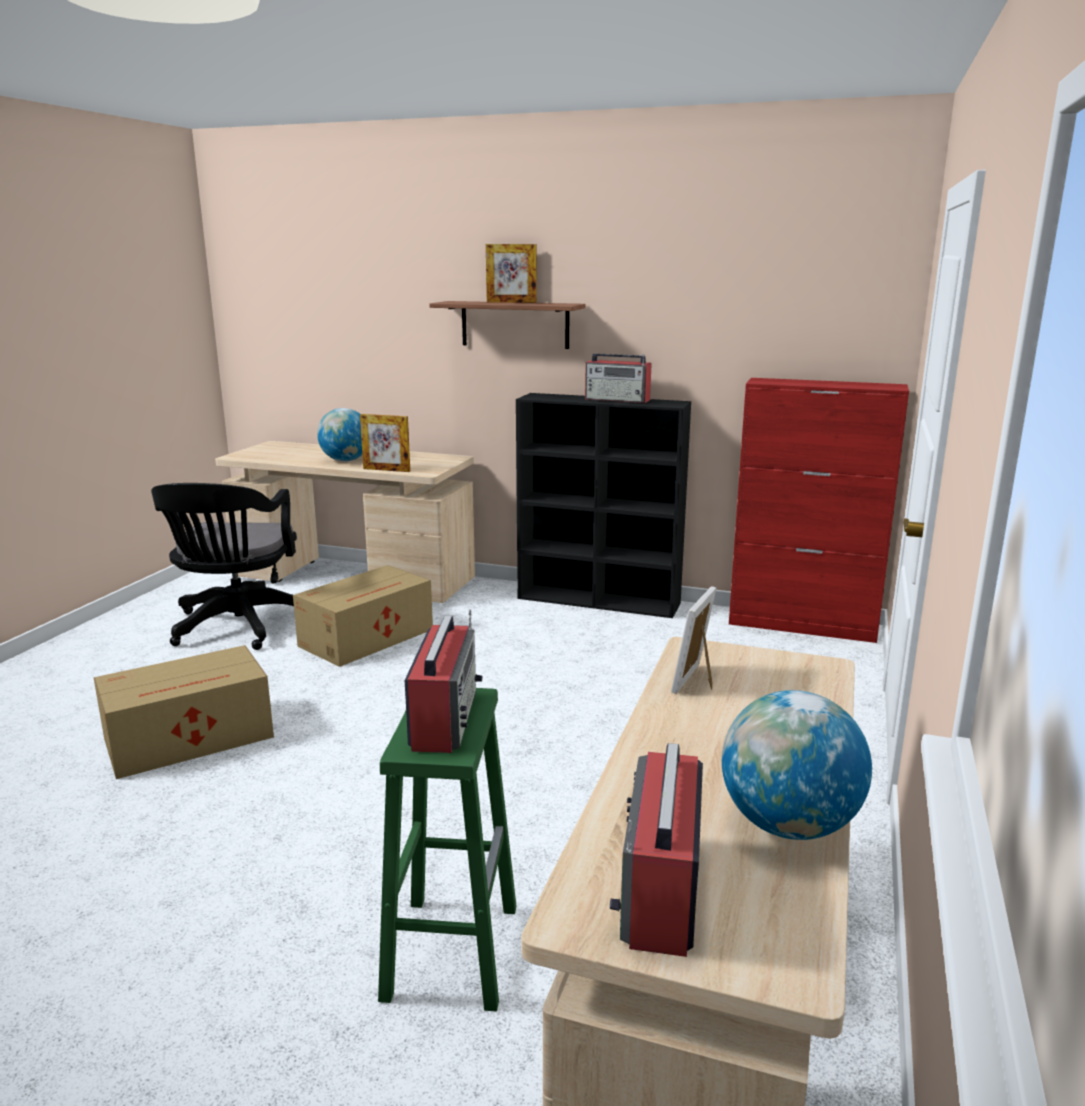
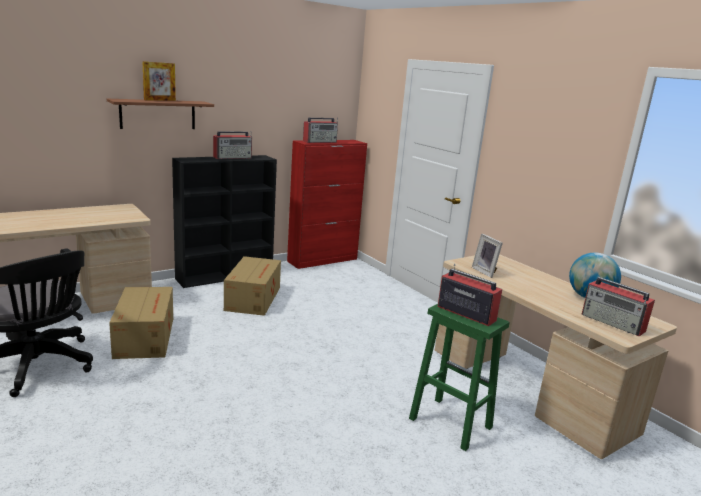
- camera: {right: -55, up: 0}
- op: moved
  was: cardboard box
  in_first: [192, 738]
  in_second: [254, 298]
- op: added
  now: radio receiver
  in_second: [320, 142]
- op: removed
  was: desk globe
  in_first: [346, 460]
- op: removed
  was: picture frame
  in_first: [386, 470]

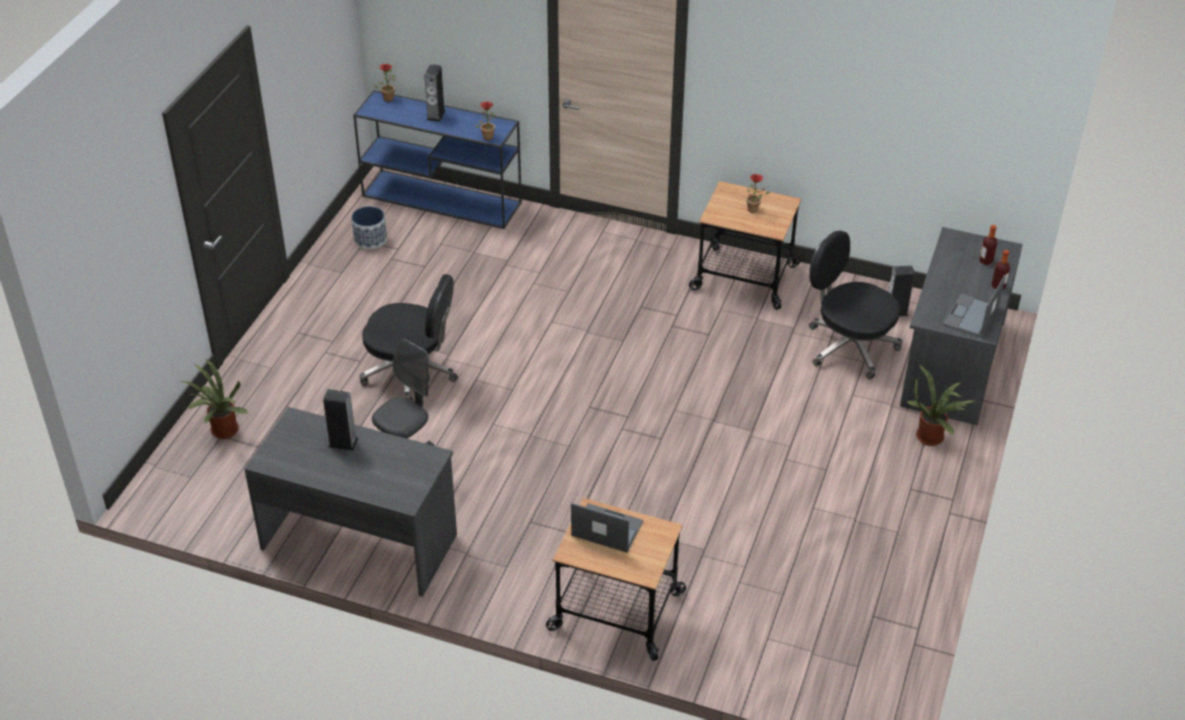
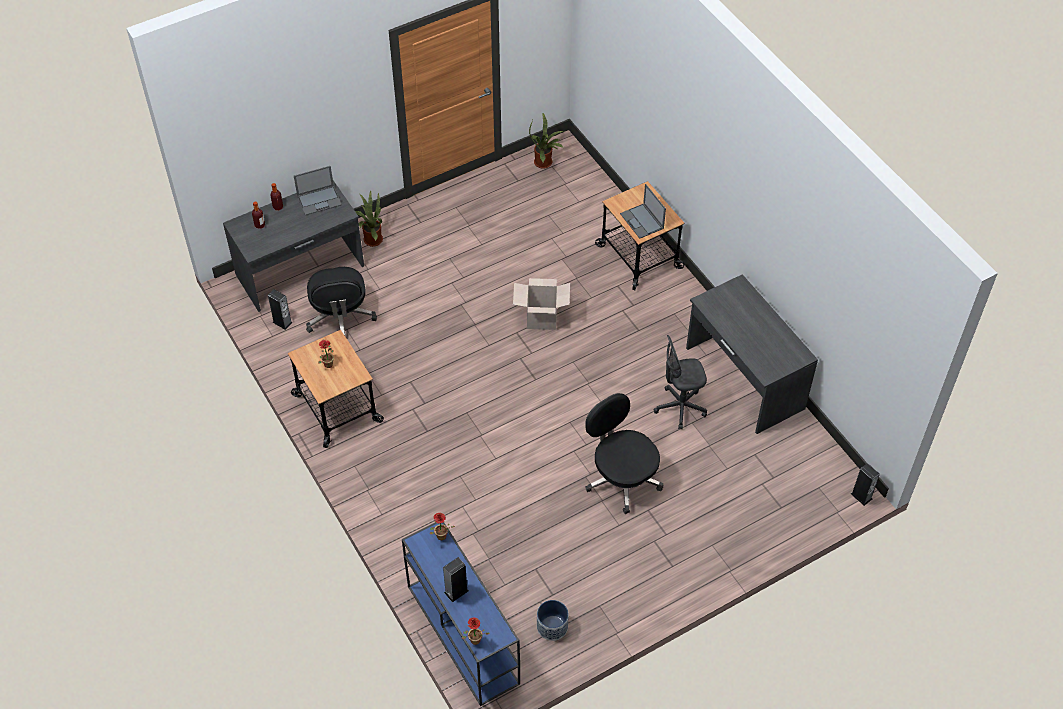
- camera: {right: -140, up: 10}
- op: added
  now: cardboard box
  in_second: [541, 318]
- op: moved
  was: houseplant
  in_first: [222, 432]
  in_second: [545, 163]
- op: moved
  was: loudspeaker
  in_first: [343, 442]
  in_second: [861, 496]

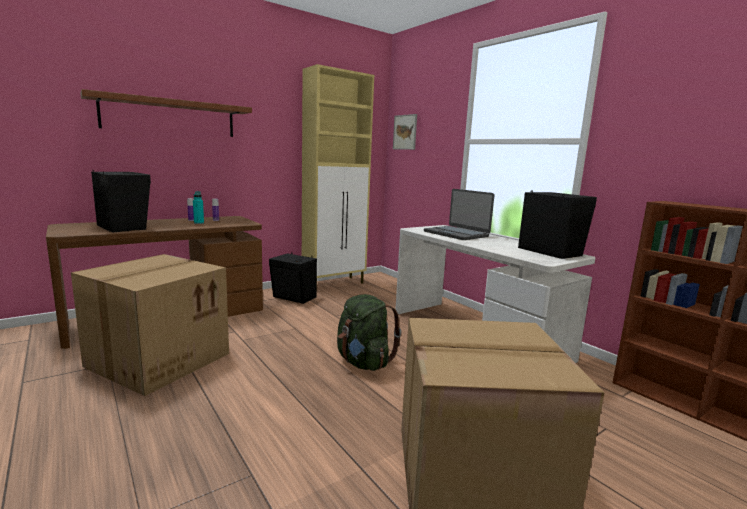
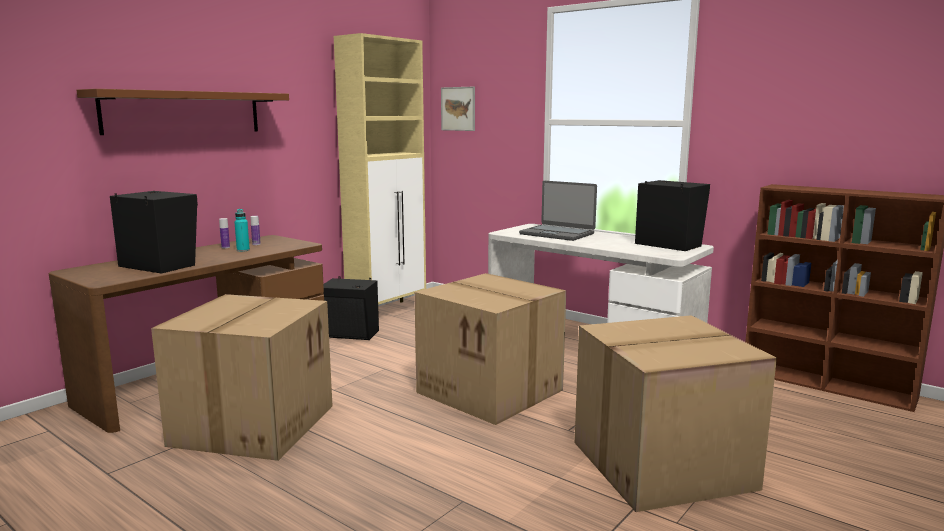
- camera: {right: -15, up: 0}
- op: replaced
  was: rucksack/greenish
  now: cardboard box
  in_first: [363, 362]
  in_second: [492, 391]

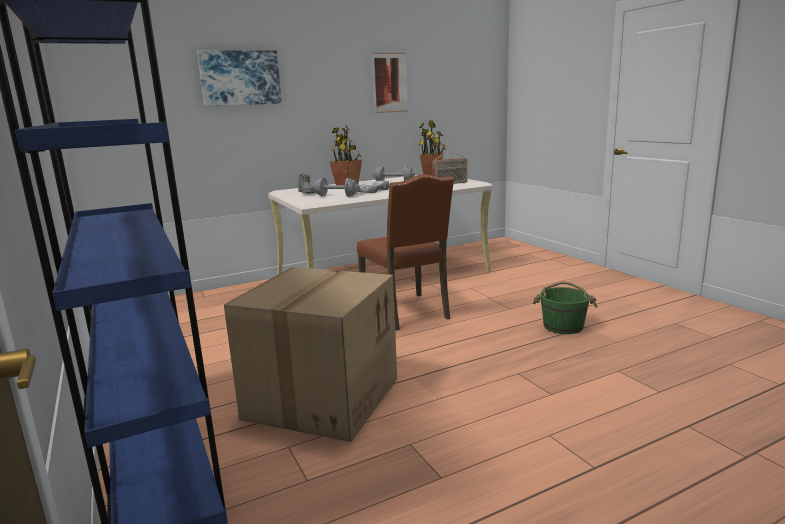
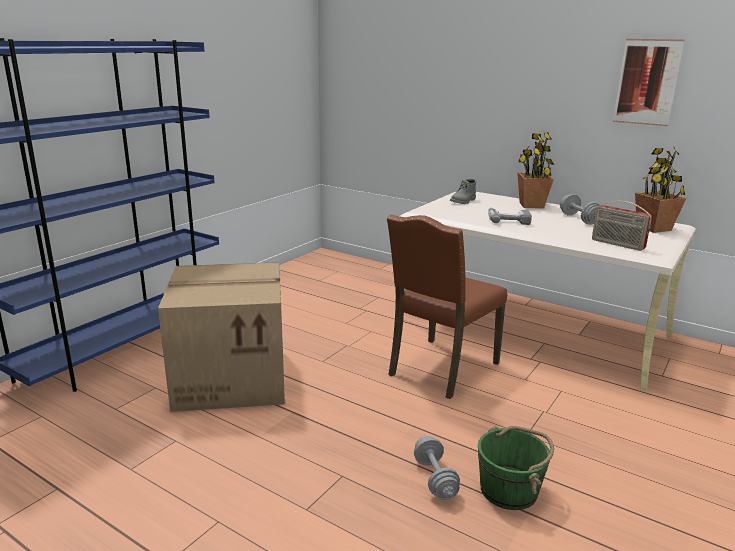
- camera: {right: 60, up: 5}
- op: moved
  was: free weight/gray
  in_first: [336, 196]
  in_second: [435, 479]
- op: removed
  was: wall picture
  in_first: [240, 78]

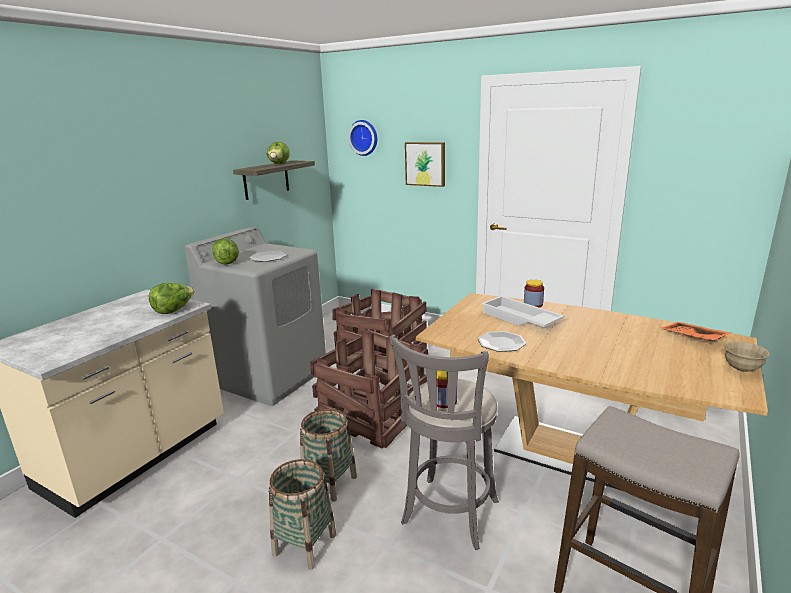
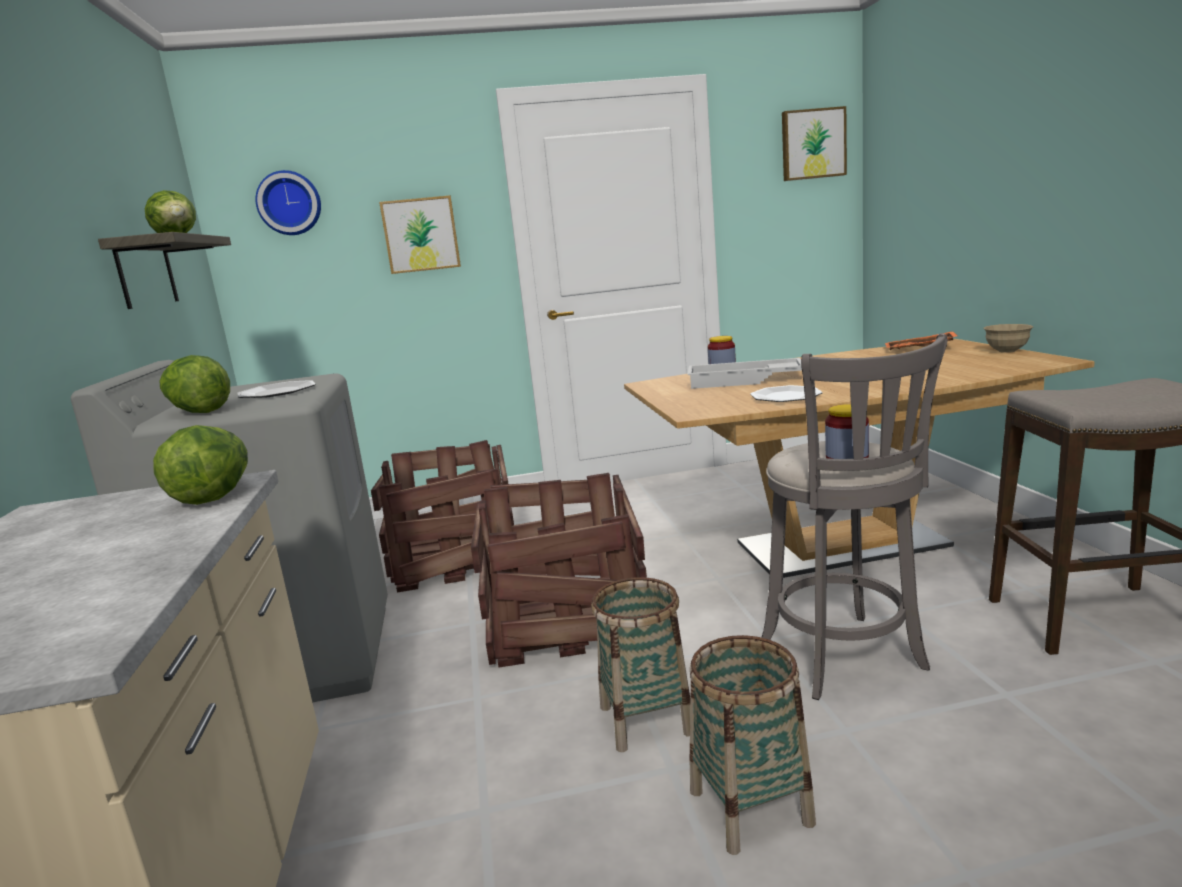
- camera: {right: -40, up: -5}
- op: added
  now: wall picture
  in_second: [812, 144]

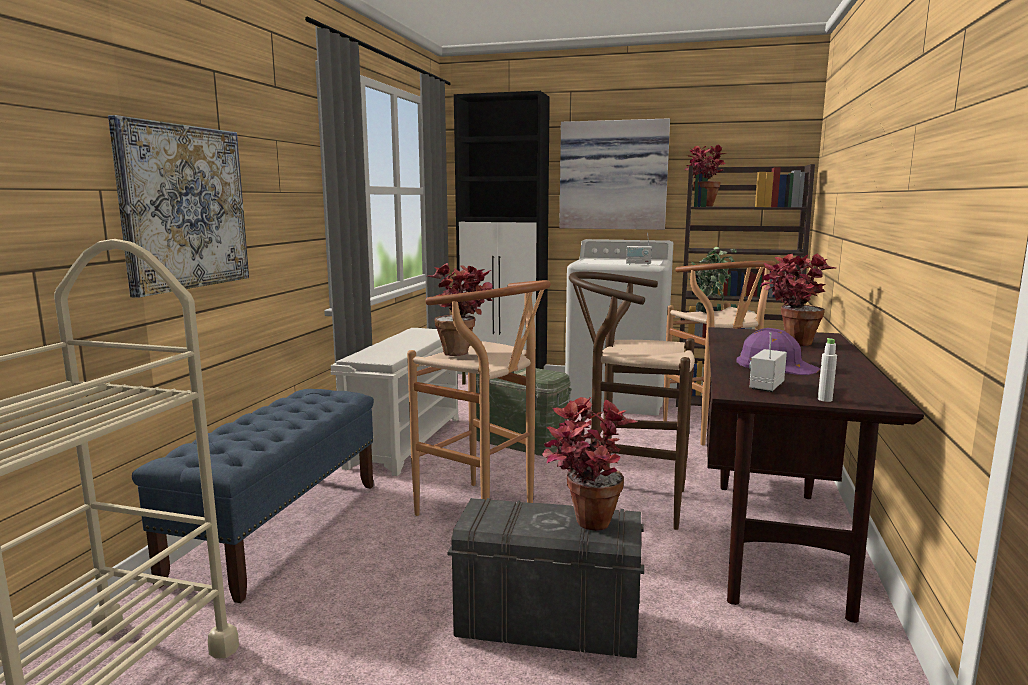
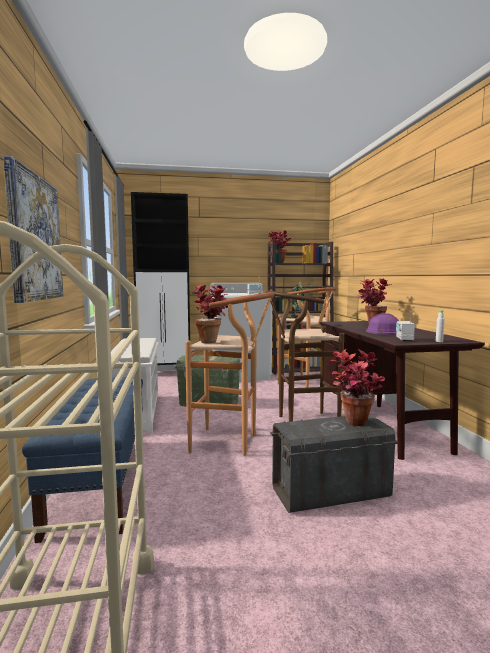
- camera: {right: -25, up: -5}
- op: removed
  was: wall picture
  in_first: [613, 175]

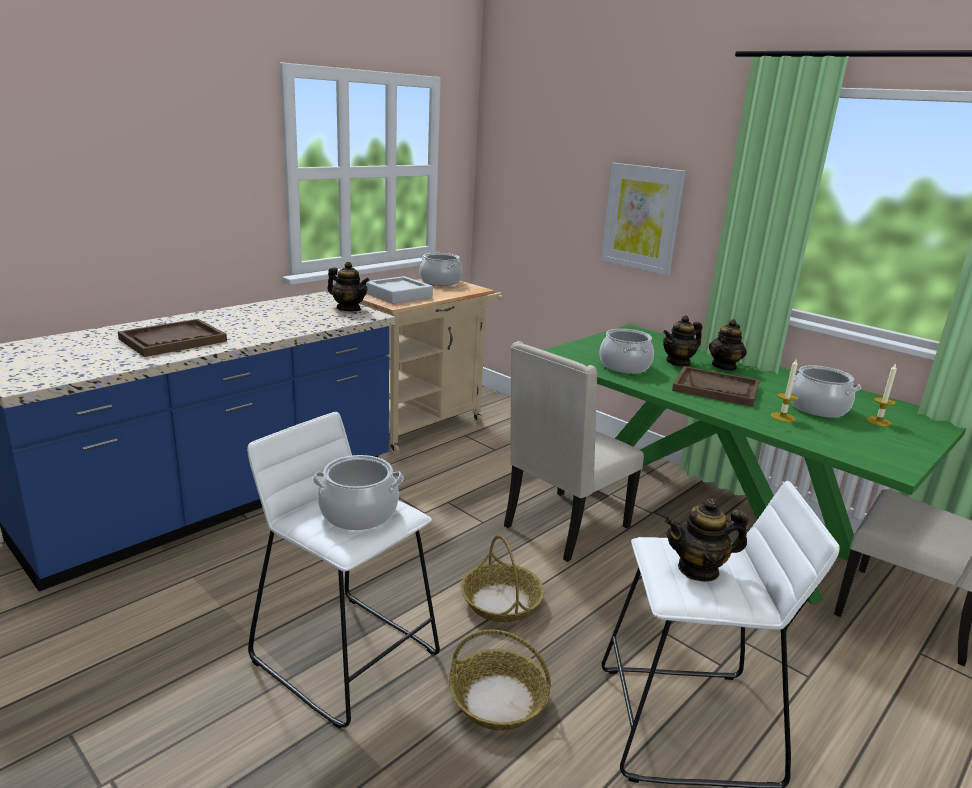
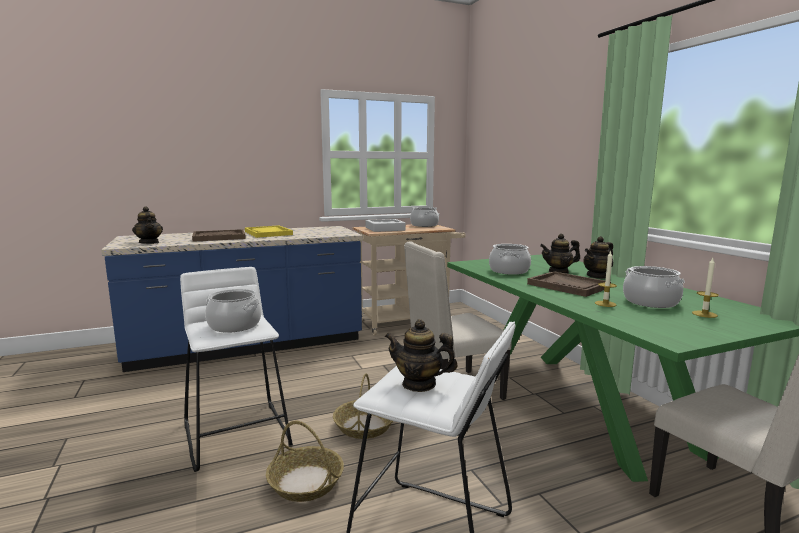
- camera: {right: 25, up: -10}
- op: moved
  was: tea pot
  in_first: [348, 309]
  in_second: [149, 242]
- op: added
  now: tray/yellowish
  in_second: [268, 233]
- op: removed
  was: wall picture
  in_first: [642, 218]

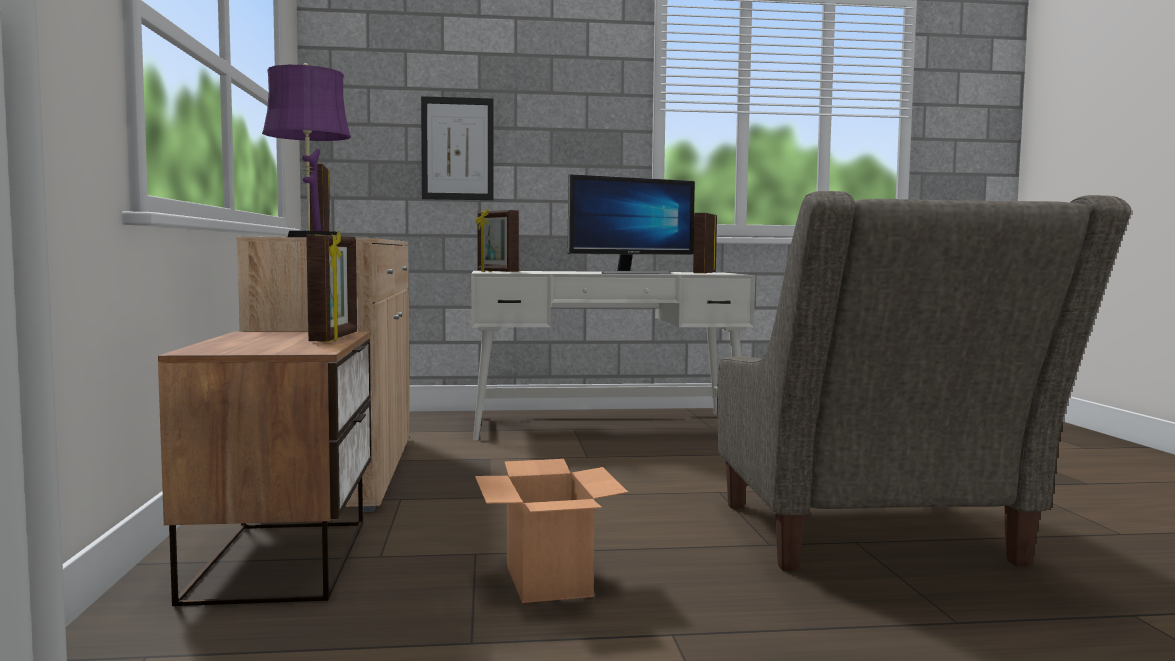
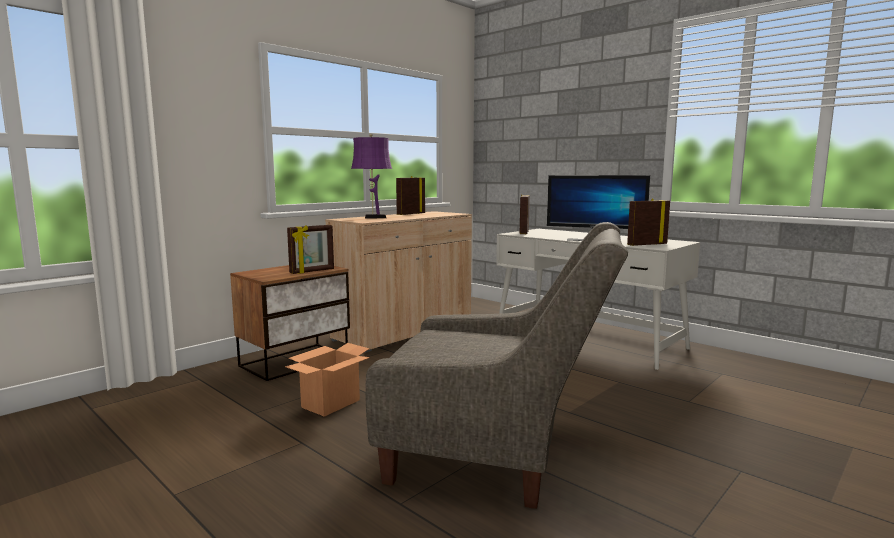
- camera: {right: 50, up: 5}
- op: turned
  was: lounge chair/gray
  in_first: [876, 544]
  in_second: [499, 455]
  clockwise: -120
- op: removed
  was: wall picture
  in_first: [457, 149]

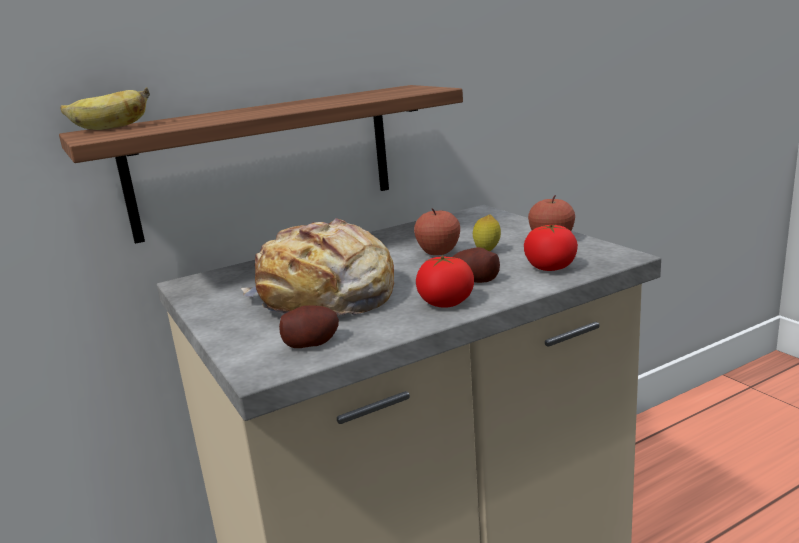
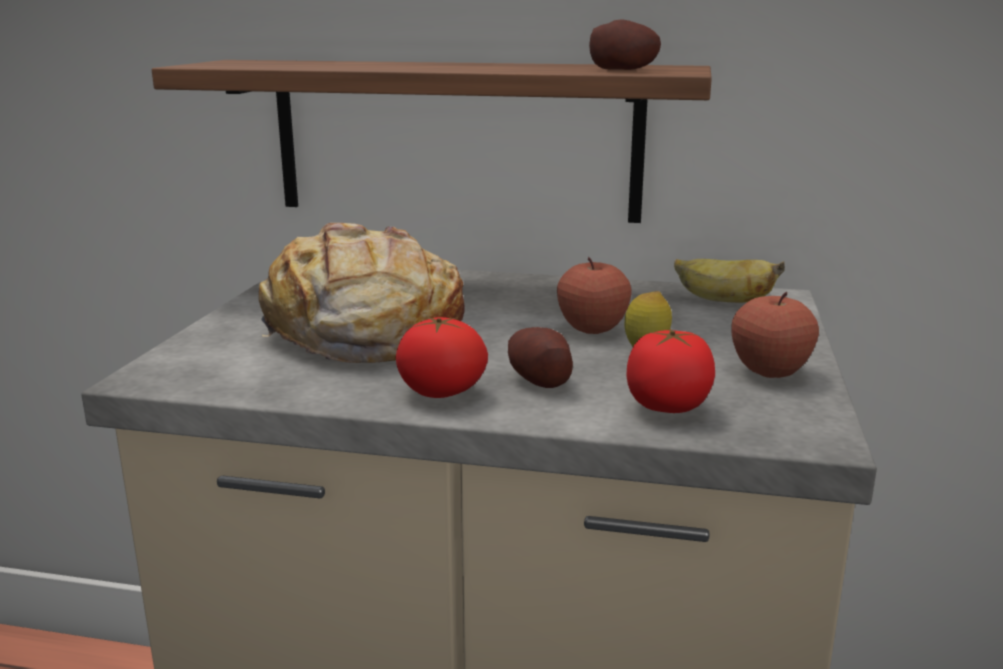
- camera: {right: 40, up: 0}
- op: moved
  was: potato
  in_first: [312, 343]
  in_second: [624, 70]
- op: moved
  was: banana fruit
  in_first: [109, 128]
  in_second: [722, 300]

